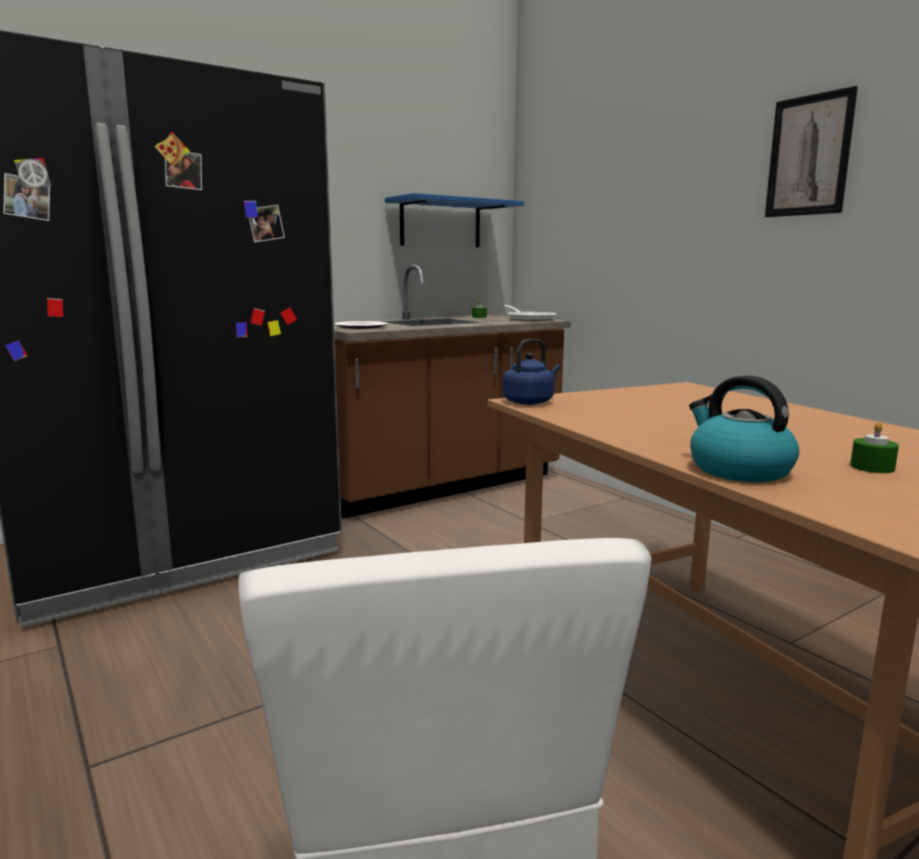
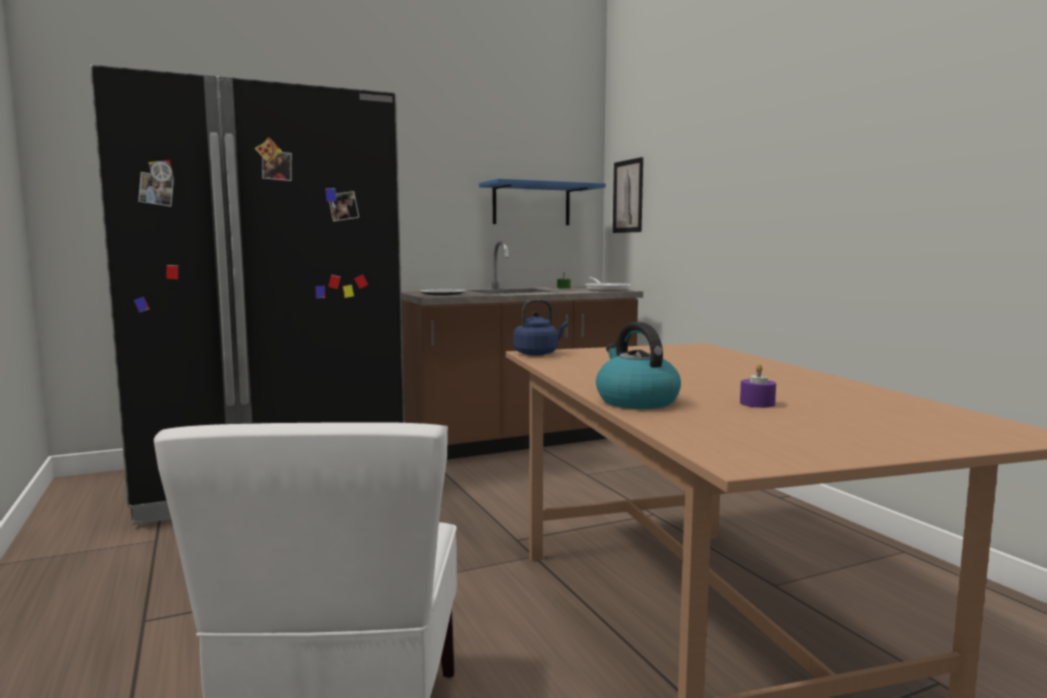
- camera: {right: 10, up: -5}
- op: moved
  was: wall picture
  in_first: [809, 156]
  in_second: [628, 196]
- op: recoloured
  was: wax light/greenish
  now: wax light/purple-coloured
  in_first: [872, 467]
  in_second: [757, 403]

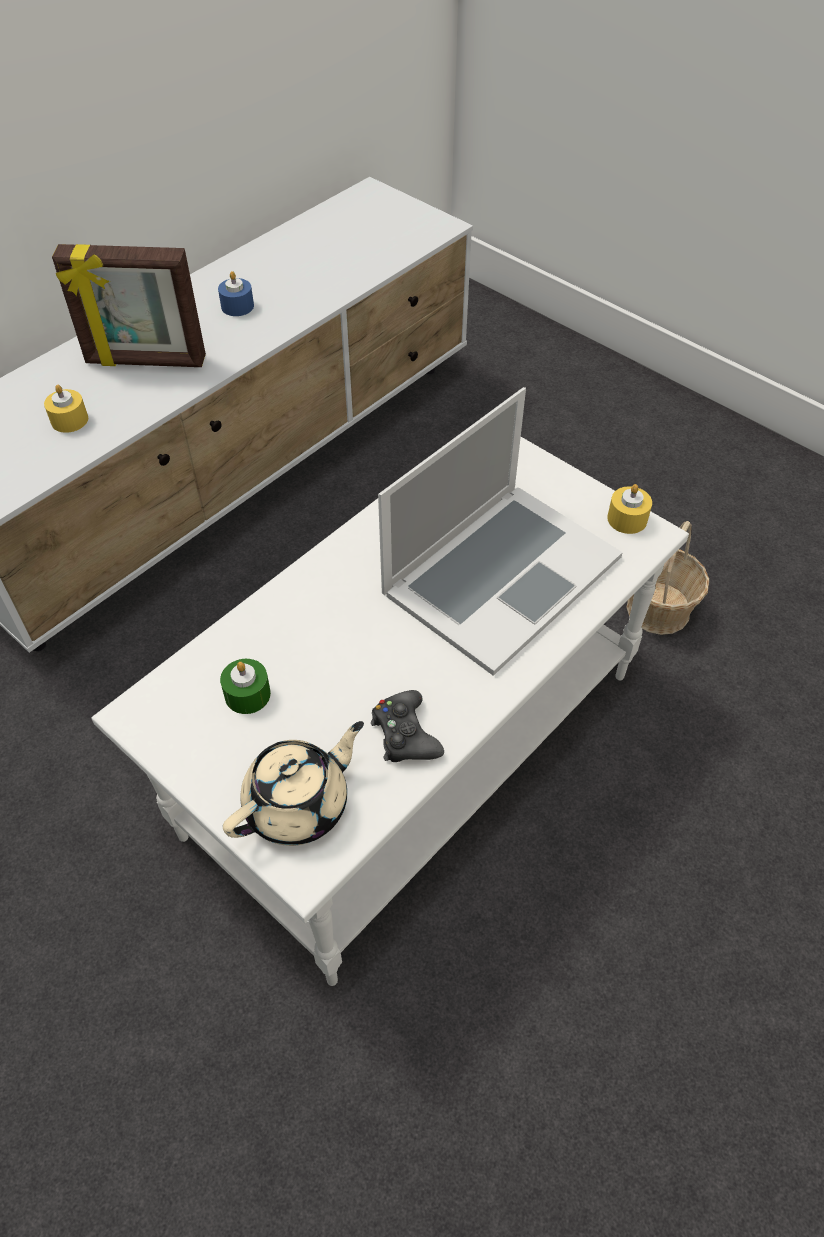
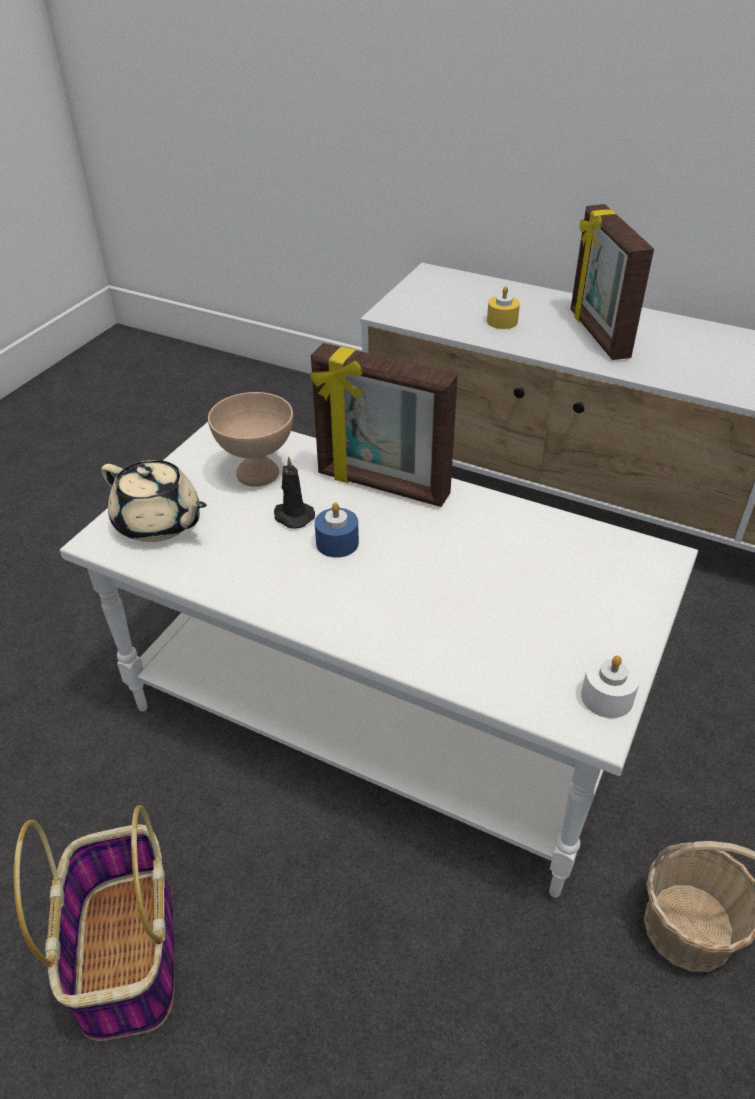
- camera: {right: 75, up: -10}
- op: added
  now: basket
  in_second: [127, 951]
- op: replaced
  was: wax light/greenish
  now: serving bowl/sand-coloured
  in_first: [247, 694]
  in_second: [259, 473]
- op: added
  now: wax light/black-coloured
  in_second: [292, 516]
- op: added
  now: picture frame
  in_second: [382, 486]
- op: moved
  was: wax light/bluish
  in_first: [237, 306]
  in_second: [337, 543]
- op: recoloured
  was: wax light/yellowish
  now: wax light/white-coloured
  in_first: [627, 519]
  in_second: [607, 697]
- op: removed
  was: gamepad/black-coloured
  in_first: [405, 734]
- op: removed
  was: portable computer
  in_first: [500, 574]

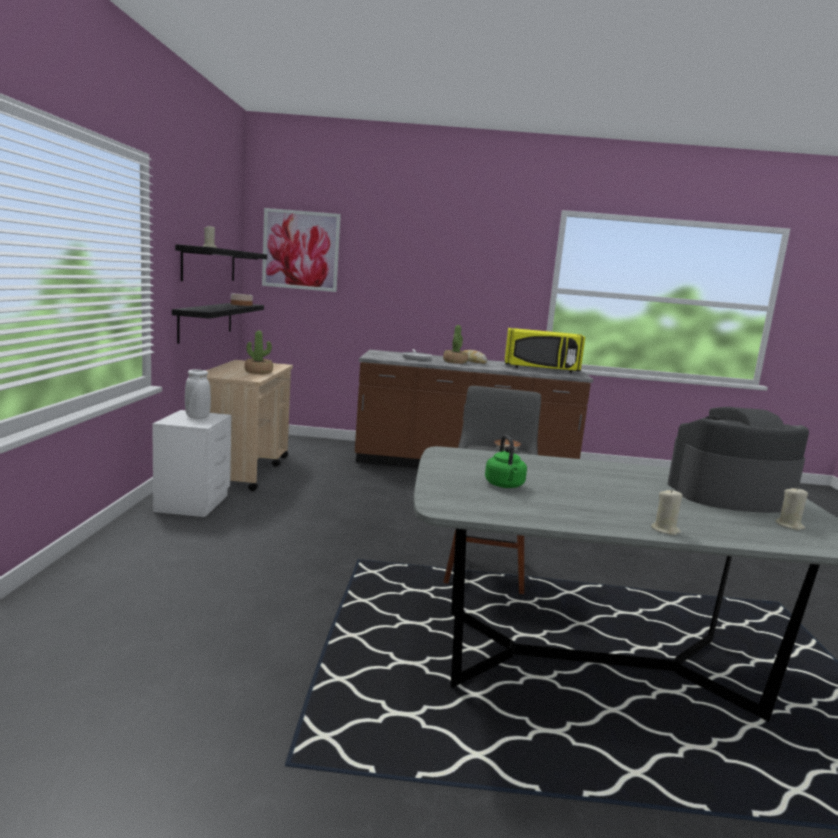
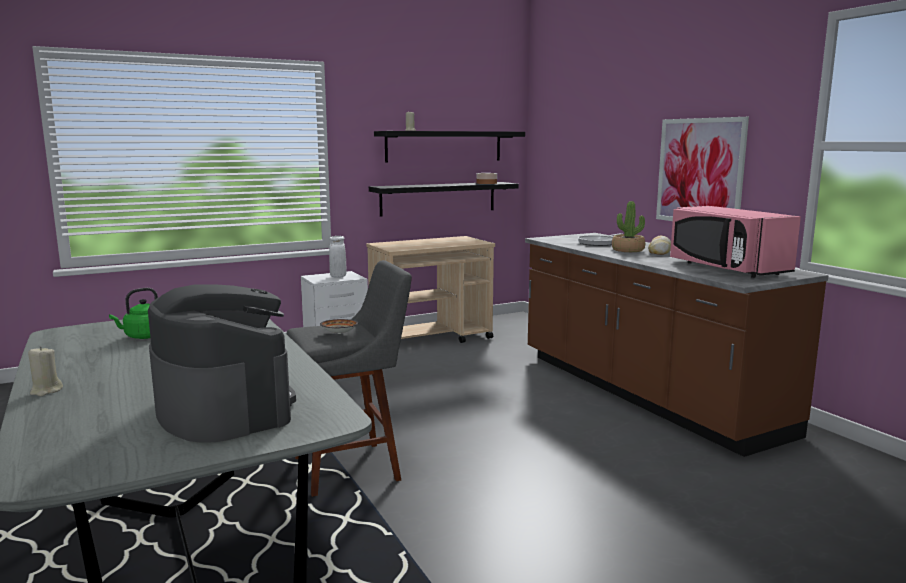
- camera: {right: 60, up: 0}
- op: moved
  was: wall picture
  in_first: [301, 250]
  in_second: [699, 172]
- op: recoloured
  was: microwave/yellowish
  now: microwave/pinkish
  in_first: [541, 369]
  in_second: [725, 268]
- op: removed
  was: houseplant
  in_first: [258, 372]
- op: removed
  was: wax light/sand-coloured
  in_first: [789, 525]

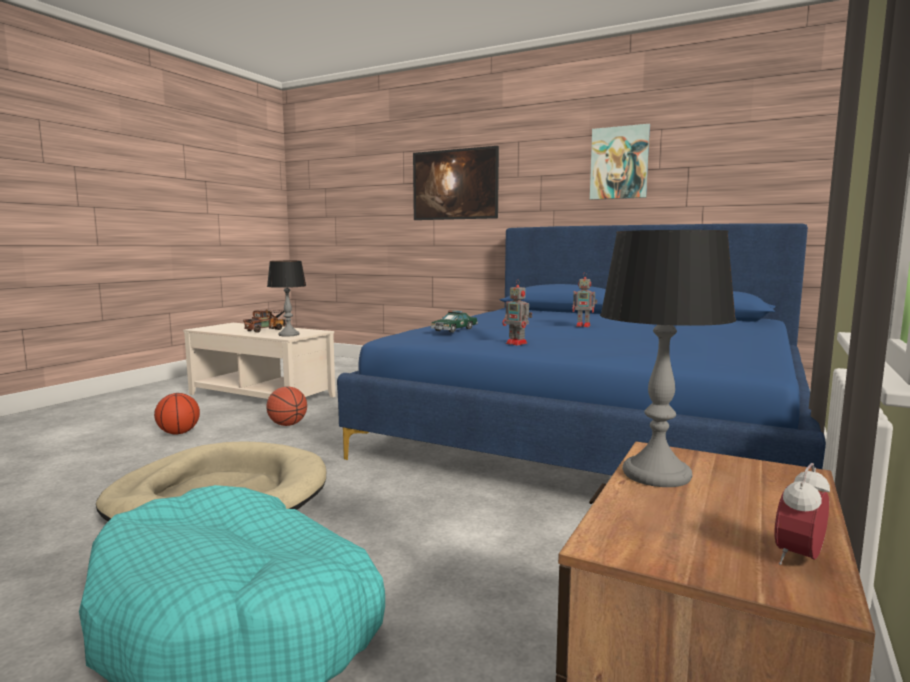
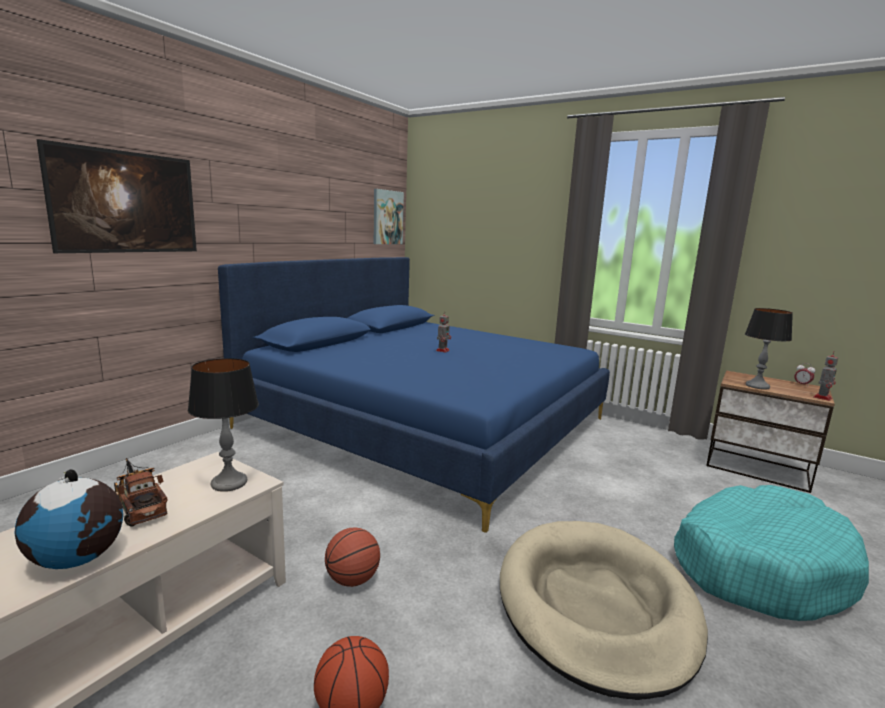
- camera: {right: -85, up: 5}
- op: added
  now: desk globe
  in_second: [78, 559]
- op: moved
  was: wall picture
  in_first: [619, 163]
  in_second: [387, 217]
- op: moved
  was: robot figure
  in_first: [517, 343]
  in_second: [822, 397]
- op: removed
  was: toy car
  in_first: [454, 330]

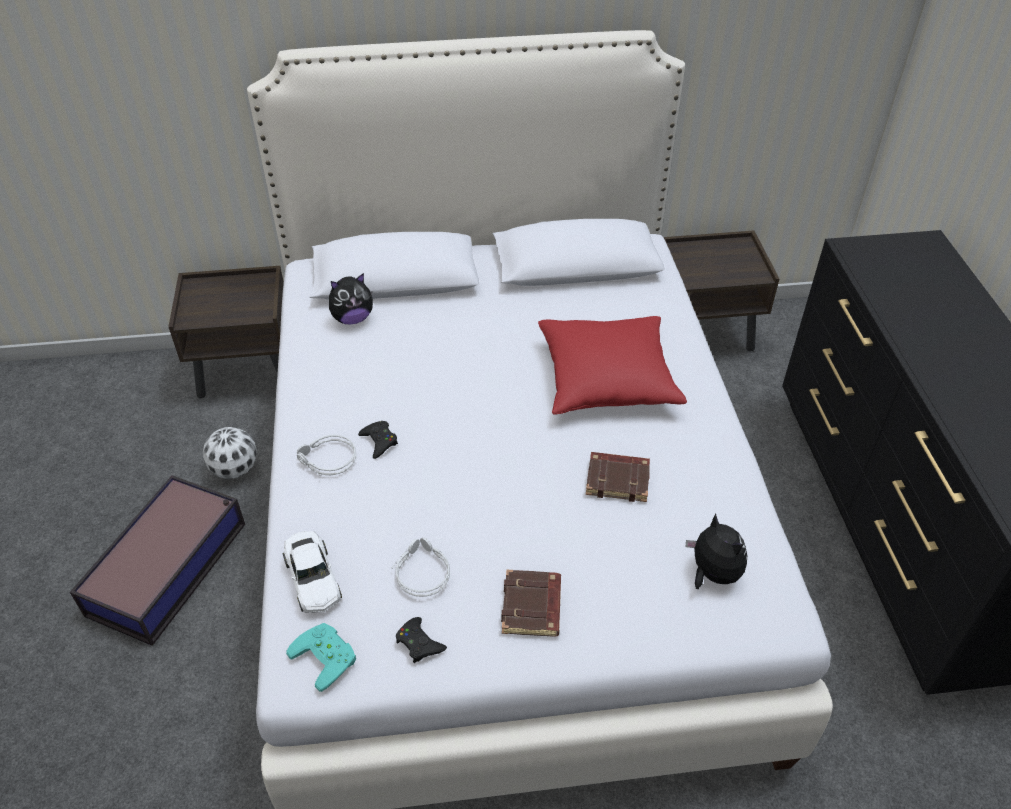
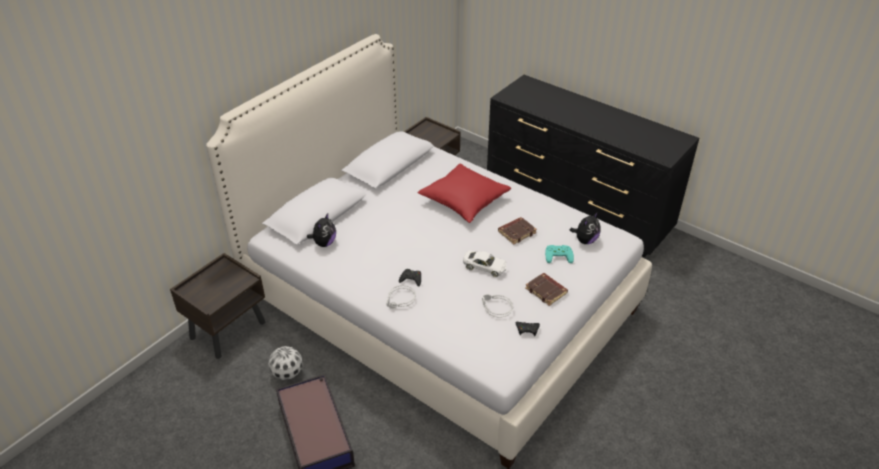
- camera: {right: -45, up: -5}
- op: moved
  was: toy car/white-coloured
  in_first: [313, 578]
  in_second: [484, 267]
- op: moved
  was: gamepad/blue-green
  in_first: [327, 656]
  in_second: [558, 255]
- op: turned
  was: cuddly toy
  in_first: [712, 574]
  in_second: [585, 240]
  clockwise: 120

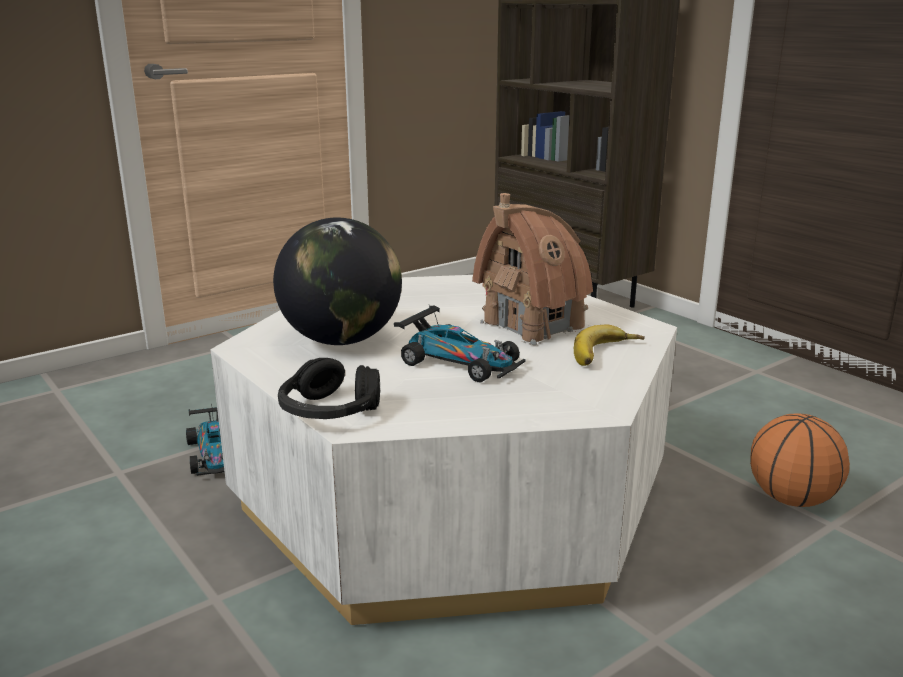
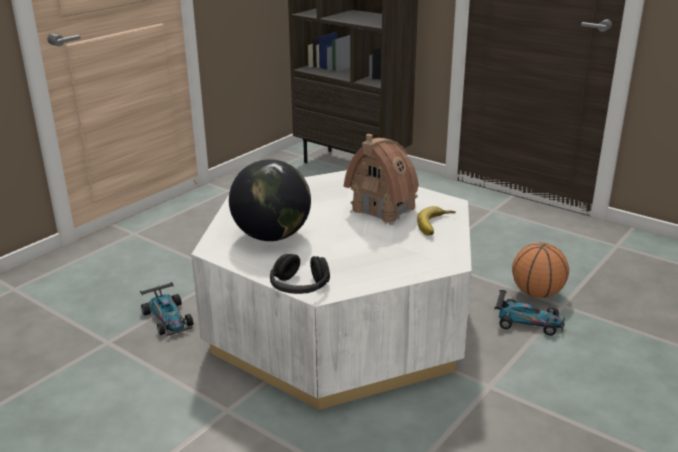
- camera: {right: -15, up: 5}
- op: moved
  was: toy car
  in_first: [460, 362]
  in_second: [527, 322]

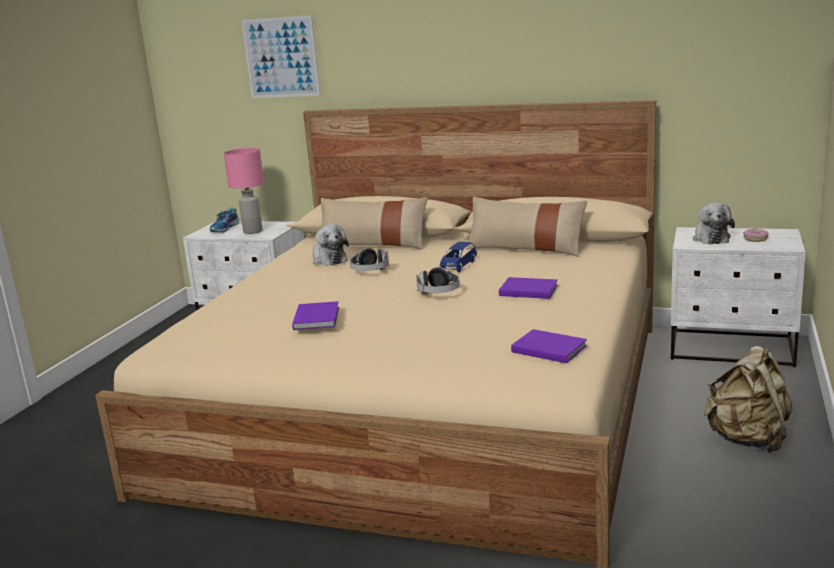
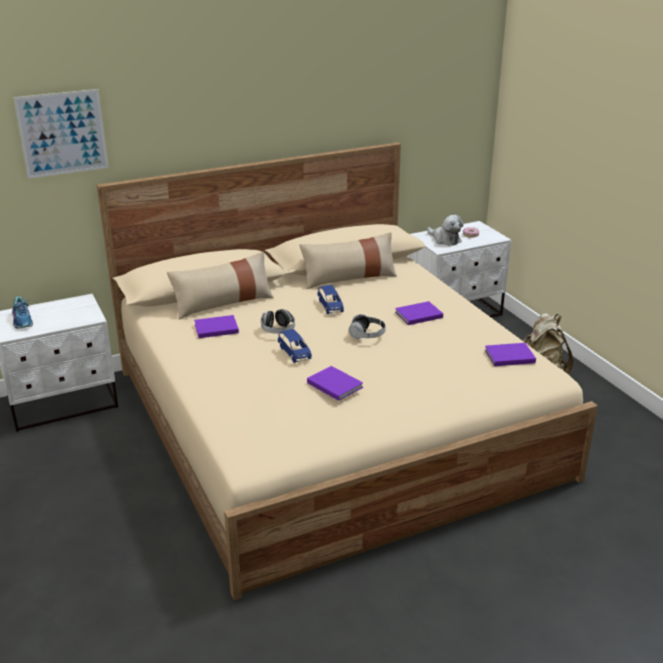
- camera: {right: -45, up: 10}
- op: replaced
  was: cuddly toy
  now: volume/purple-coloured
  in_first: [328, 259]
  in_second: [215, 328]
- op: added
  now: toy car/bluish
  in_second: [295, 353]
- op: removed
  was: lamp for a table/pinkish
  in_first: [252, 231]

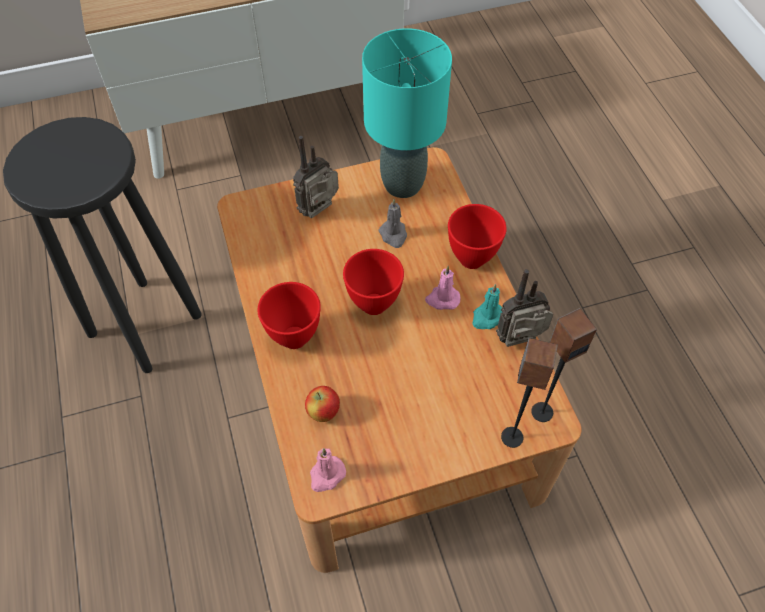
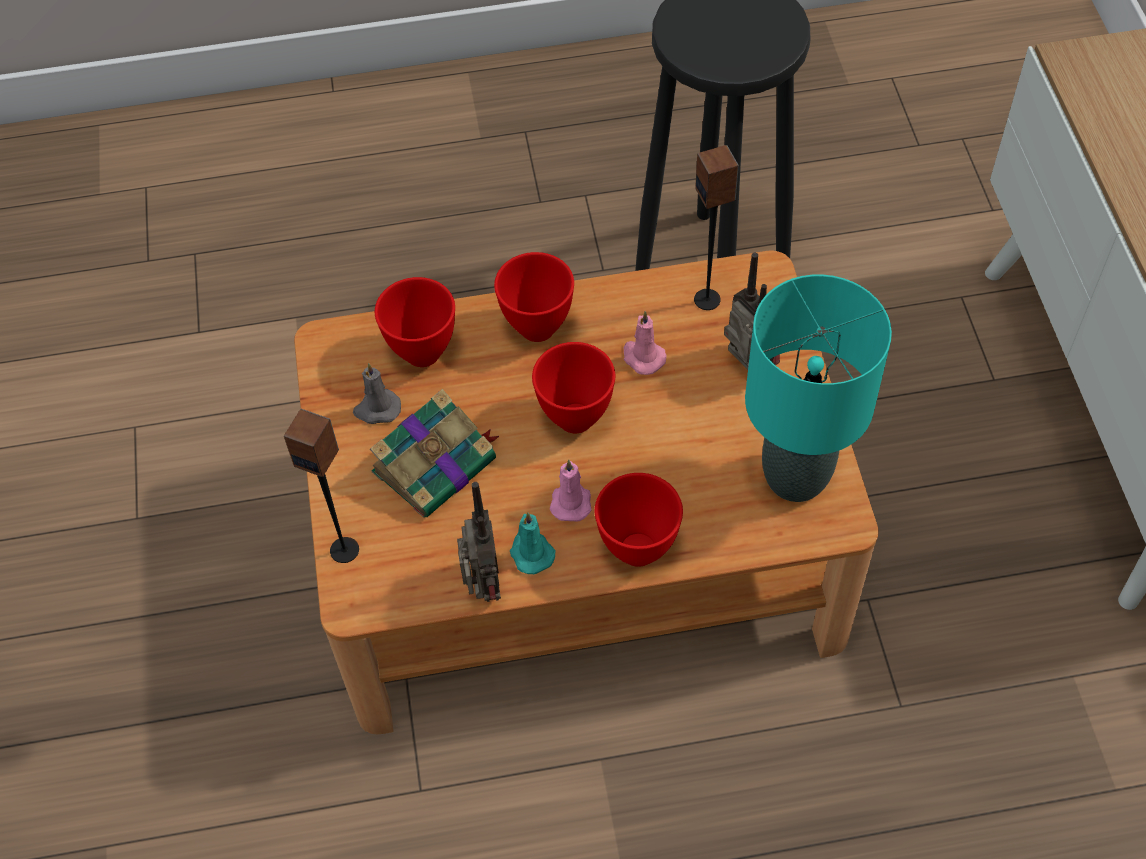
- camera: {right: 100, up: 0}
- op: moved
  was: wax light/gray
  in_first: [393, 235]
  in_second: [377, 409]
- op: added
  now: volume
  in_second: [436, 464]
- op: replaced
  was: whole apple
  now: serving bowl/red-coloured
  in_first: [323, 412]
  in_second: [425, 352]
- op: moved
  was: wax light/pinkish
  in_first: [326, 475]
  in_second: [642, 357]
- op: moved
  was: loudspeaker
  in_first: [542, 411]
  in_second: [707, 299]

